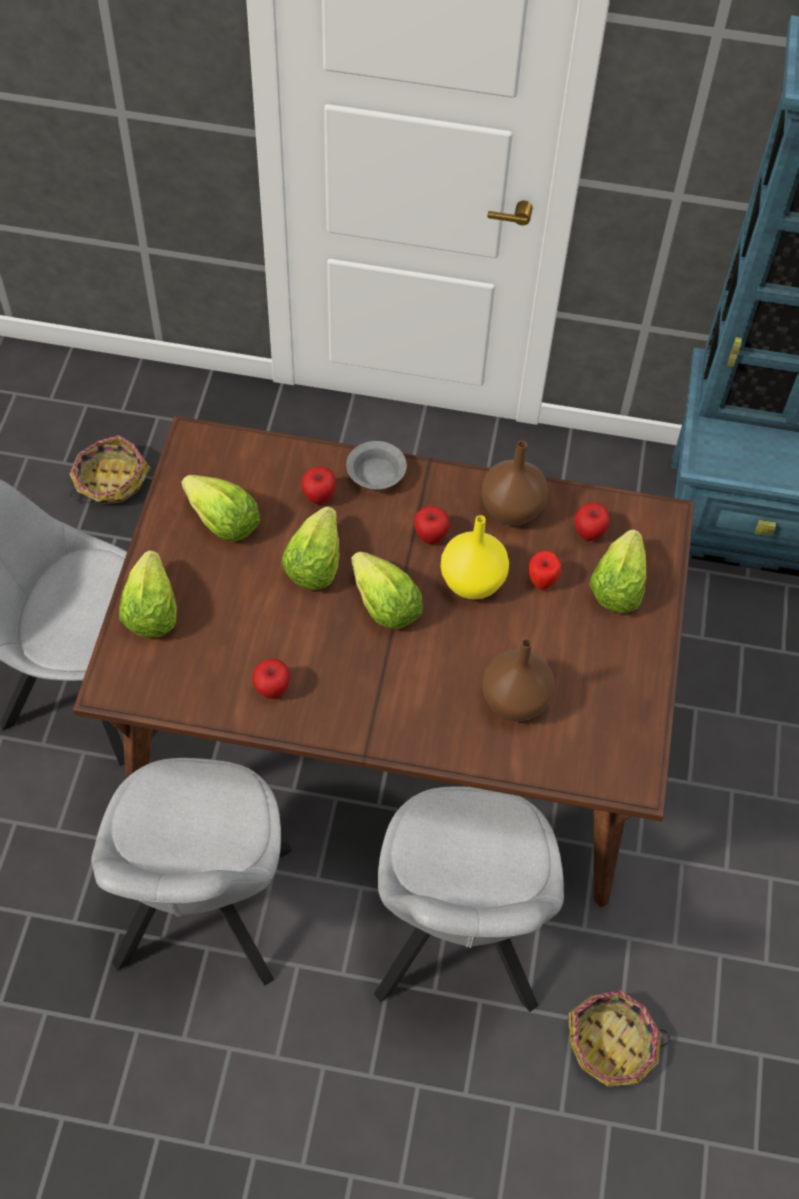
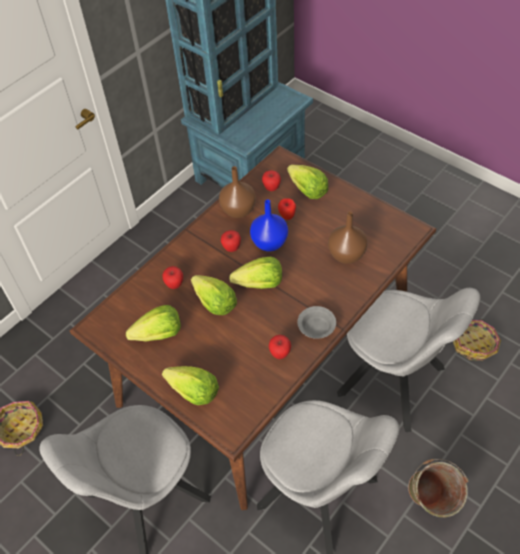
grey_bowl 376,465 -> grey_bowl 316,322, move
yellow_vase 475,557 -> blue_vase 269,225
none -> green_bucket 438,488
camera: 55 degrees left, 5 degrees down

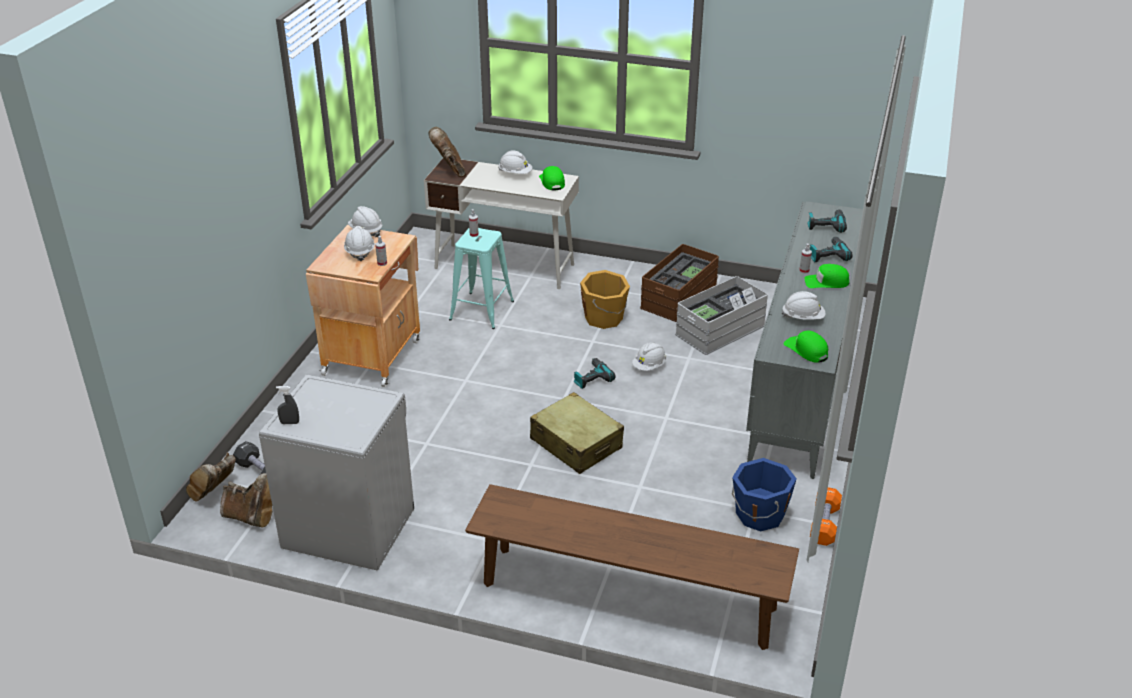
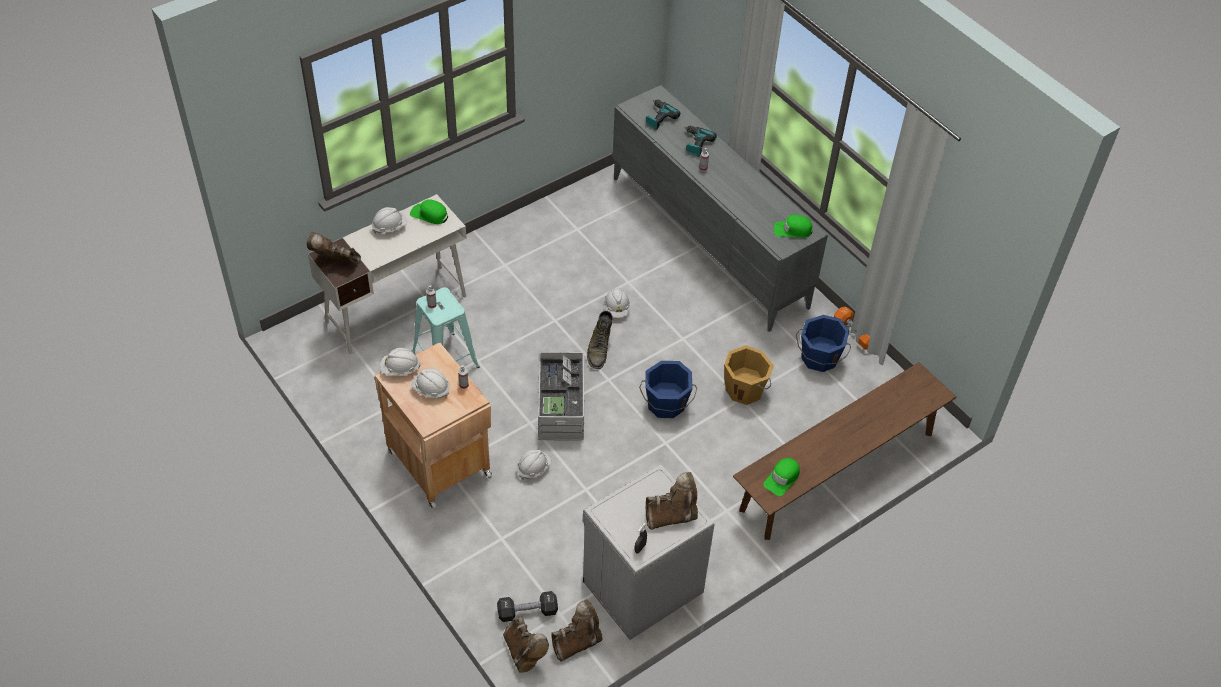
beige_suitcase 577,433 -> blue_bucket 668,389
power_drill 595,373 -> green_boot 600,340
orange_bucket 605,299 -> orange_bucket 749,375, move
brown_storage_box 679,283 -> none
grey_storage_box 721,315 -> grey_storage_box 560,396, move
white_hard_hat 804,305 -> white_hard_hat 534,465, move
green_cap 827,276 -> green_cap 781,477, move
none -> brown_boot 671,501
camera: 55 degrees left, 15 degrees up

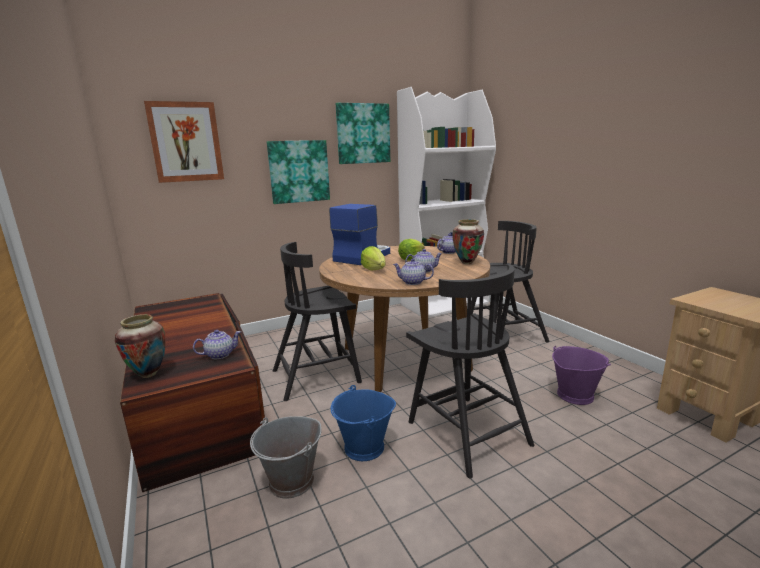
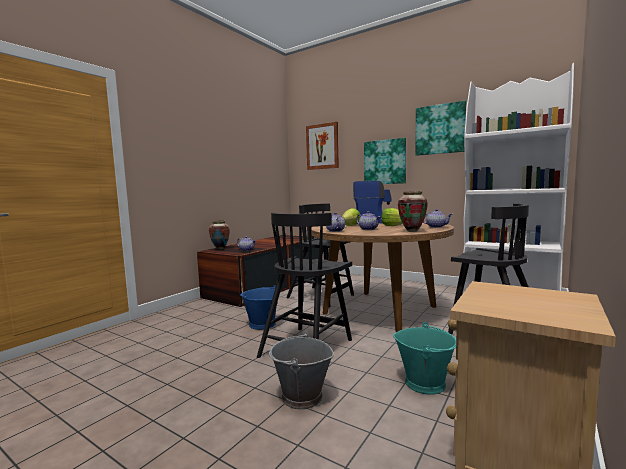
grey_bucket 286,457 -> grey_bucket 301,370, move
purple_bucket 581,375 -> turquoise_bucket 424,358
camera: 60 degrees right, 10 degrees down

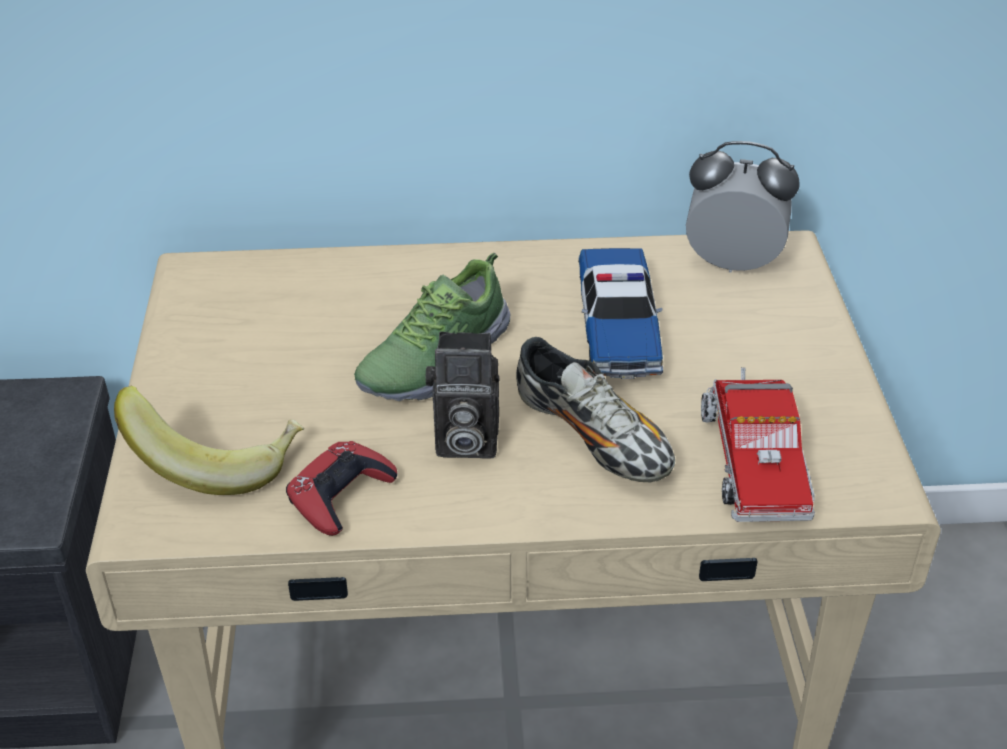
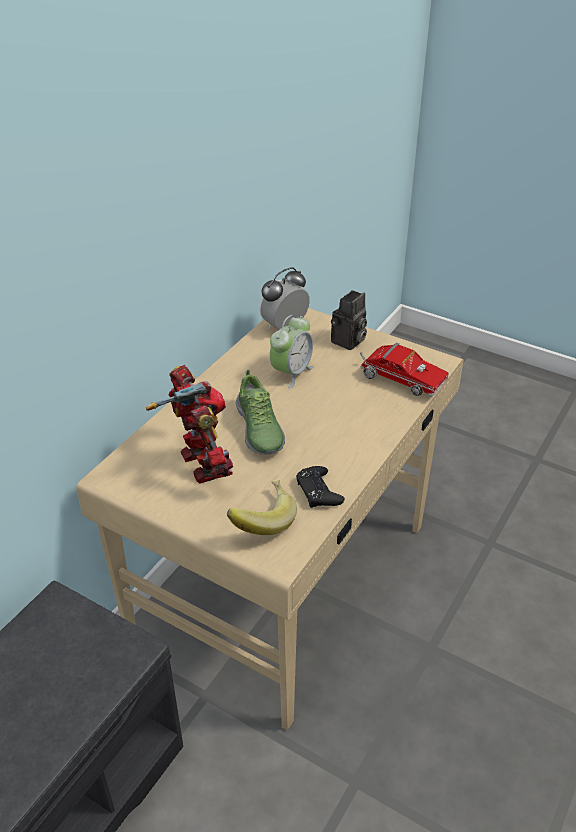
red_game_controller 342,488 -> black_game_controller 320,487
photo_camera 462,395 -> photo_camera 349,320, move
shoe 595,409 -> none
toy_car 620,313 -> alarm_clock 292,352
none -> toy_robot 189,424
camera: 55 degrees left, 0 degrees up

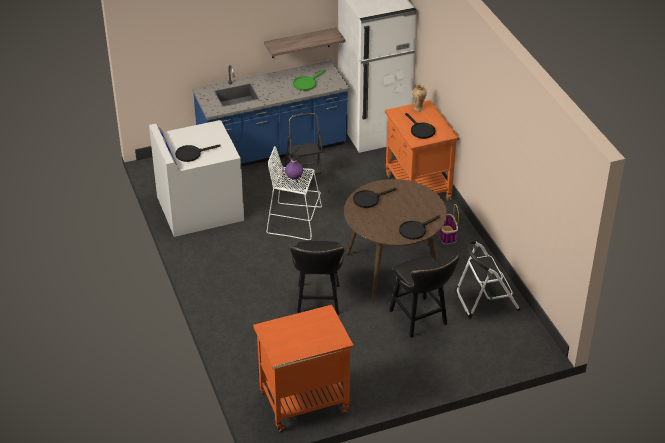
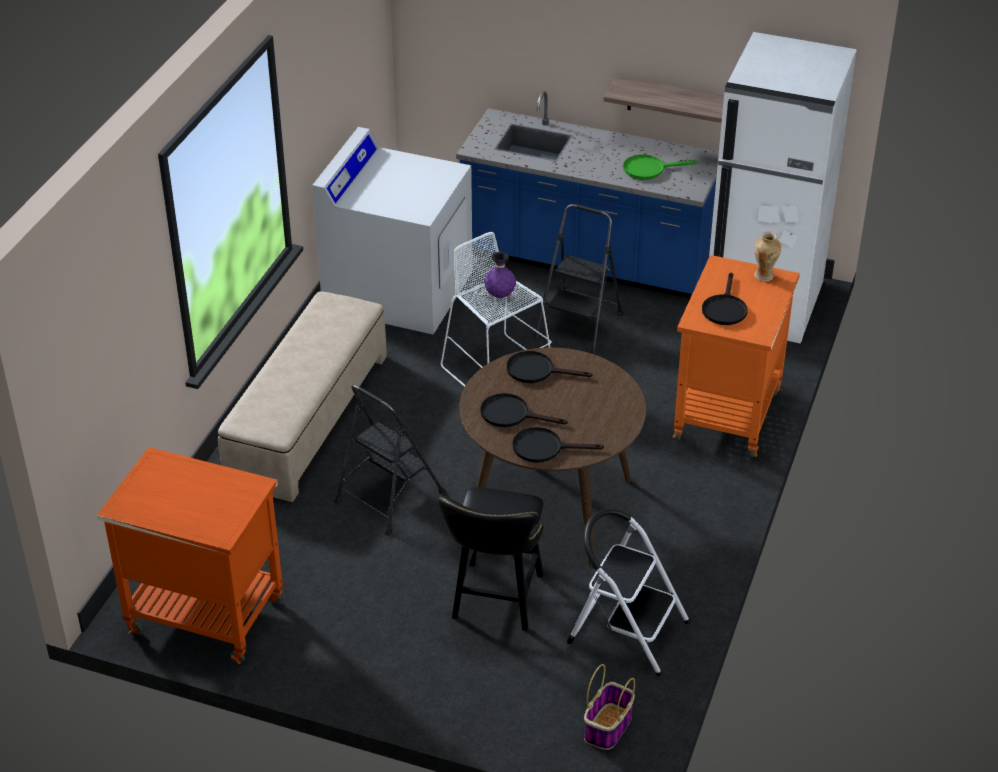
black_frying_pan 197,153 -> black_frying_pan 524,410, move
black_stool 317,278 -> black_step_ladder 390,460
basket 448,224 -> basket 609,707, move
none -> beige_bench 302,396
camera: 40 degrees right, 0 degrees up

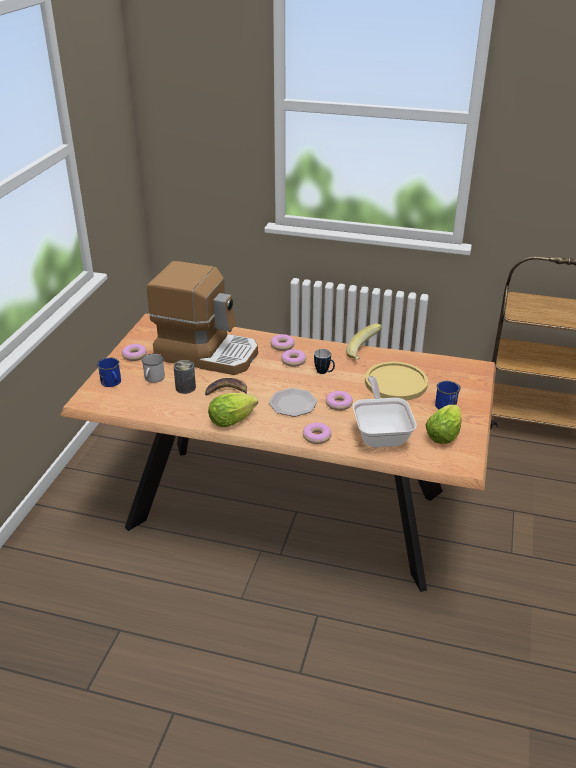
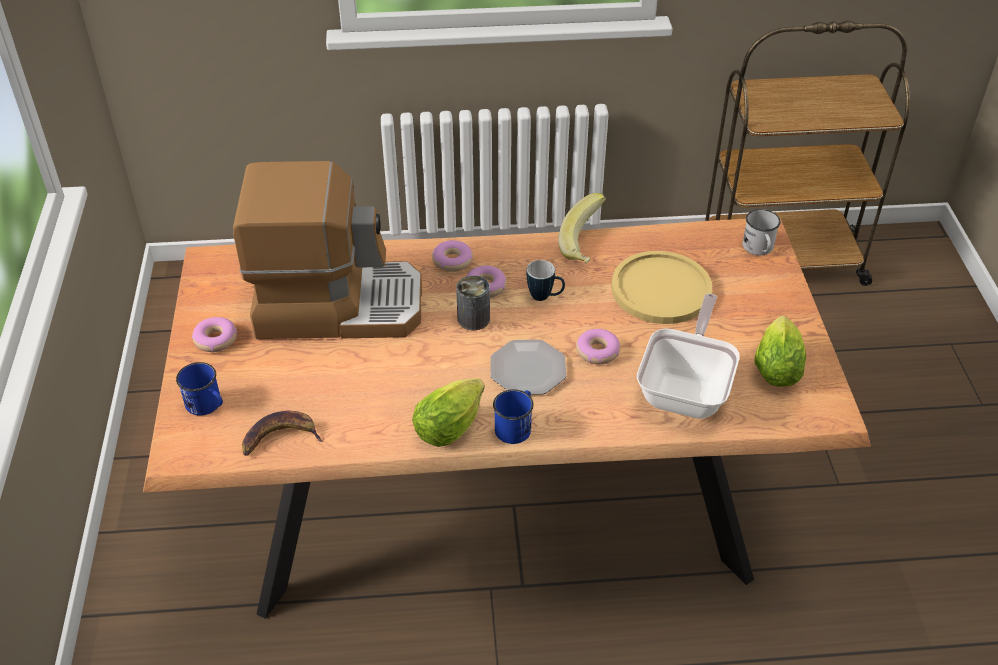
white_mug 153,368 -> white_mug 762,232, move
can 184,377 -> can 473,302, move
banana 226,386 -> banana 282,433, move
donut 317,433 -> none
frying_pan 385,412 -> frying_pan 688,356, 45 degrees clockwise
blue_mug 448,395 -> blue_mug 513,416, move
camera: 20 degrees left, 10 degrees up

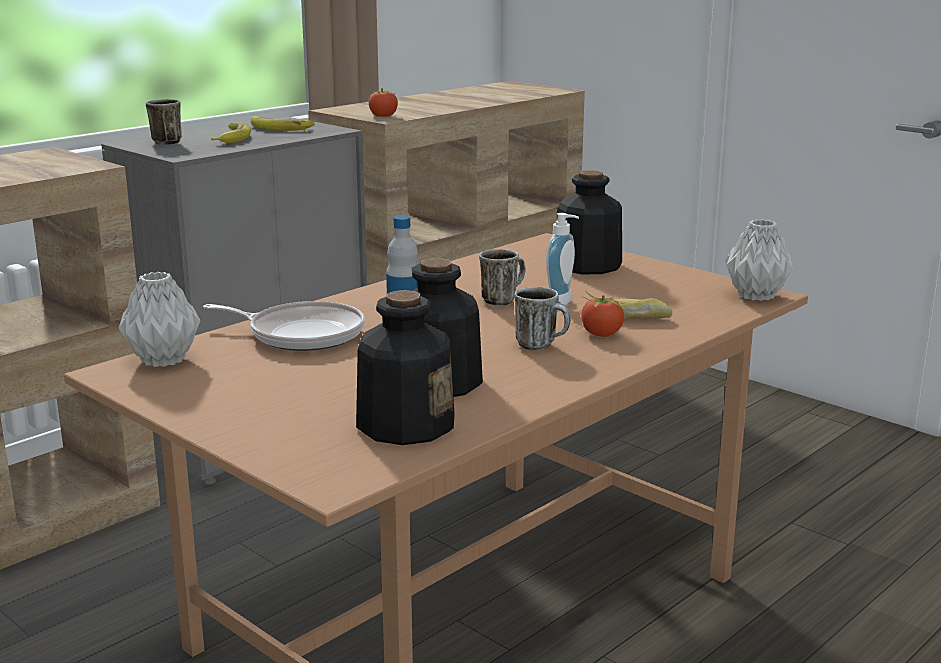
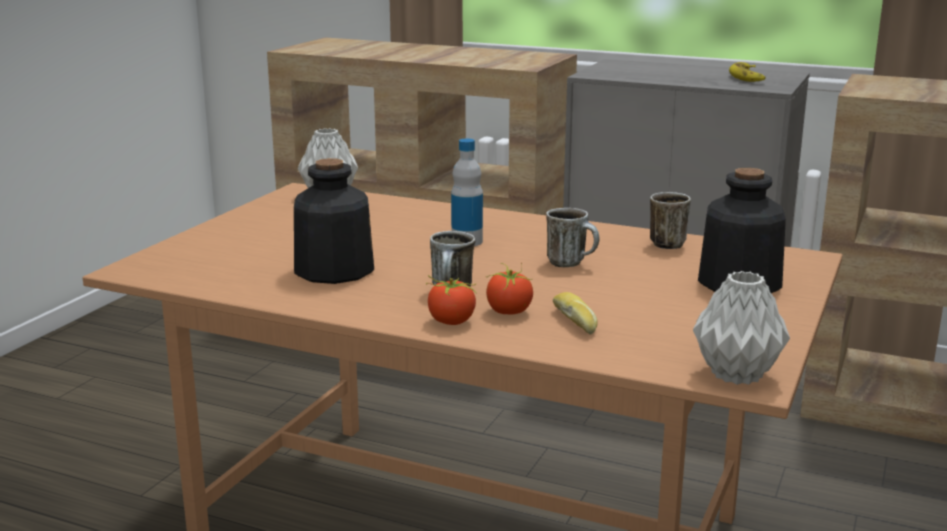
mug 164,122 -> mug 670,220, move
frying_pan 284,326 -> none
banana 231,132 -> none
bottle 405,367 -> none
tomato 383,102 -> tomato 451,300, move
soap_dispenser 562,259 -> none
camera: 70 degrees right, 0 degrees up

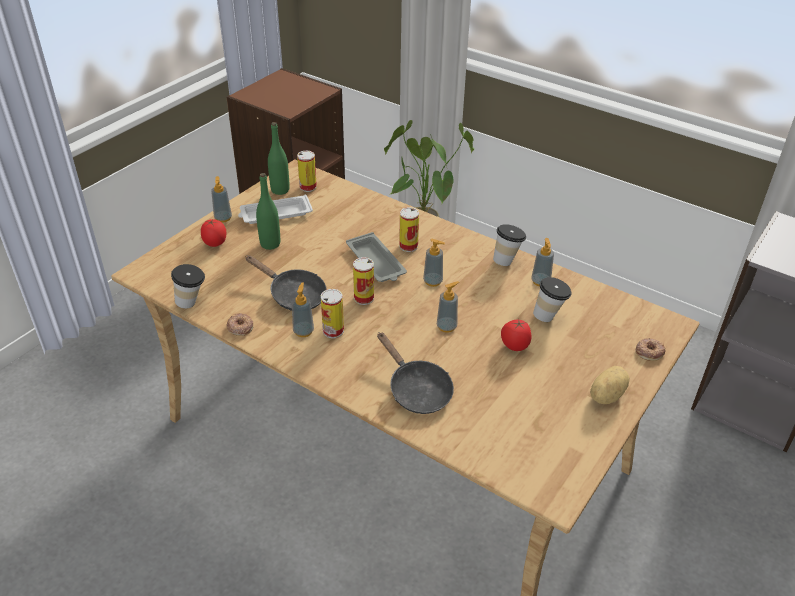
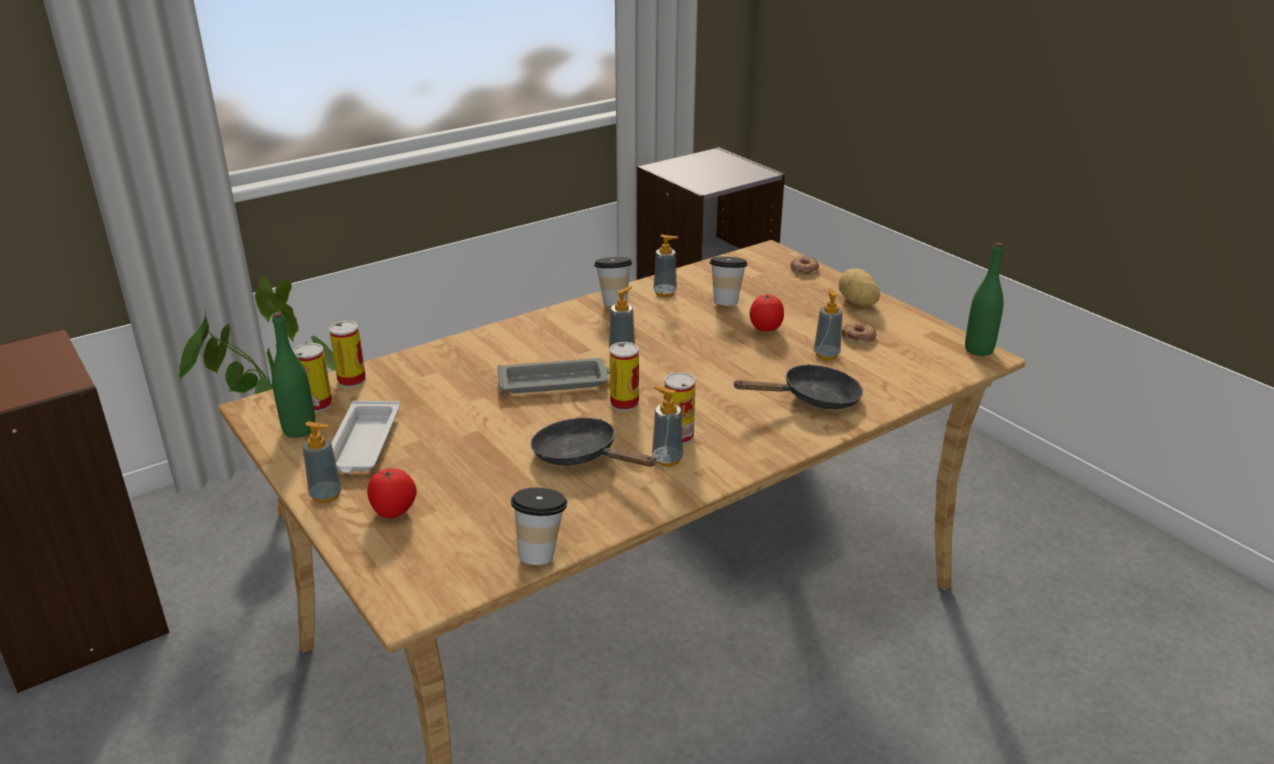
donut 240,324 -> donut 859,333, move
black_frying_pan 286,283 -> black_frying_pan 594,442, 105 degrees counterclockwise
green_bottle 268,211 -> green_bottle 984,299, move
can 409,229 -> can 347,354, move
soap_dispenser 448,307 -> soap_dispenser 828,323, move
camera: 70 degrees left, 10 degrees down

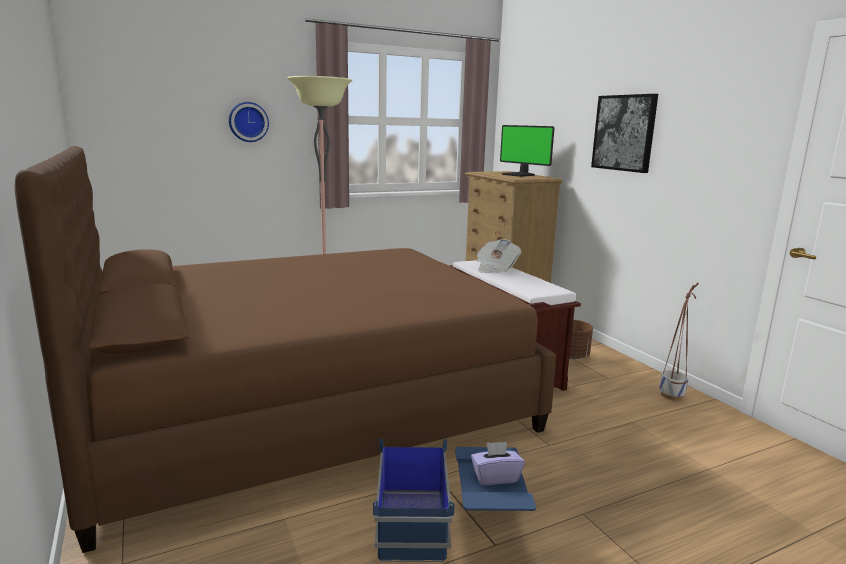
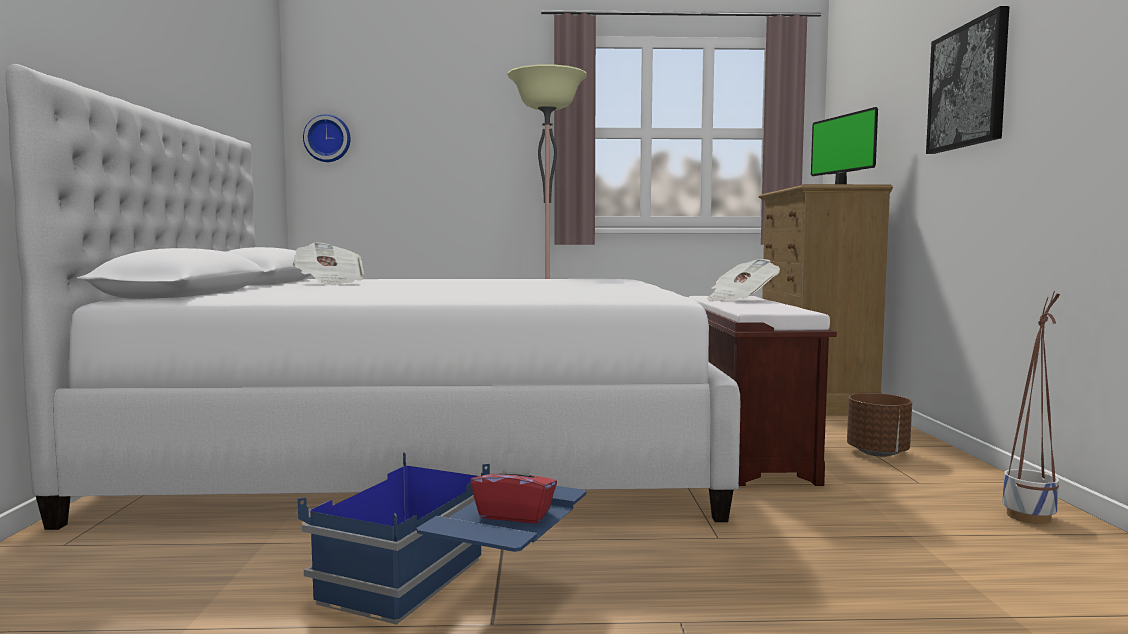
brown_bed 285,349 -> white_bed 372,297
wall_clock 249,122 -> wall_clock 327,138, move
purple_tissue_box 498,463 -> red_tissue_box 513,487
none -> newspaper 328,264
camera: 25 degrees right, 10 degrees down

